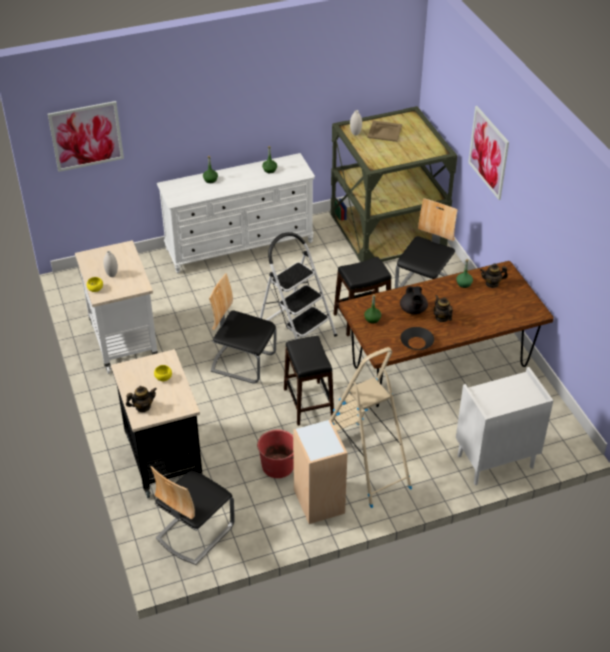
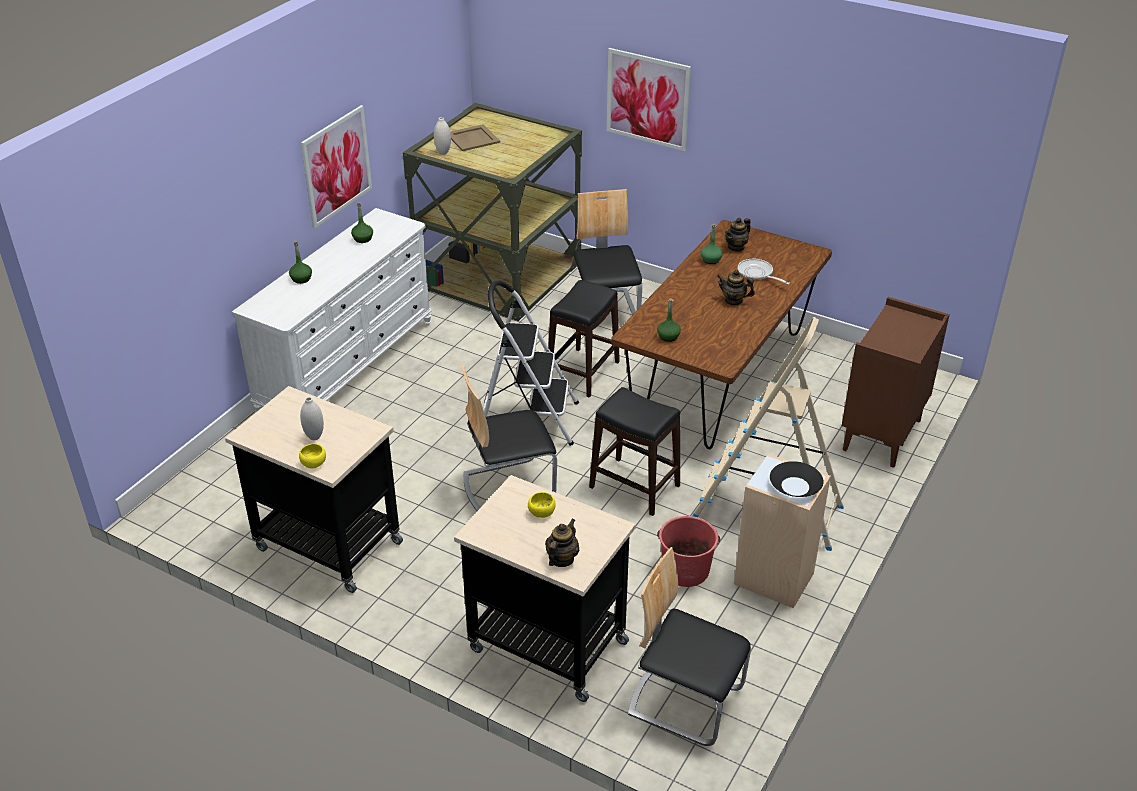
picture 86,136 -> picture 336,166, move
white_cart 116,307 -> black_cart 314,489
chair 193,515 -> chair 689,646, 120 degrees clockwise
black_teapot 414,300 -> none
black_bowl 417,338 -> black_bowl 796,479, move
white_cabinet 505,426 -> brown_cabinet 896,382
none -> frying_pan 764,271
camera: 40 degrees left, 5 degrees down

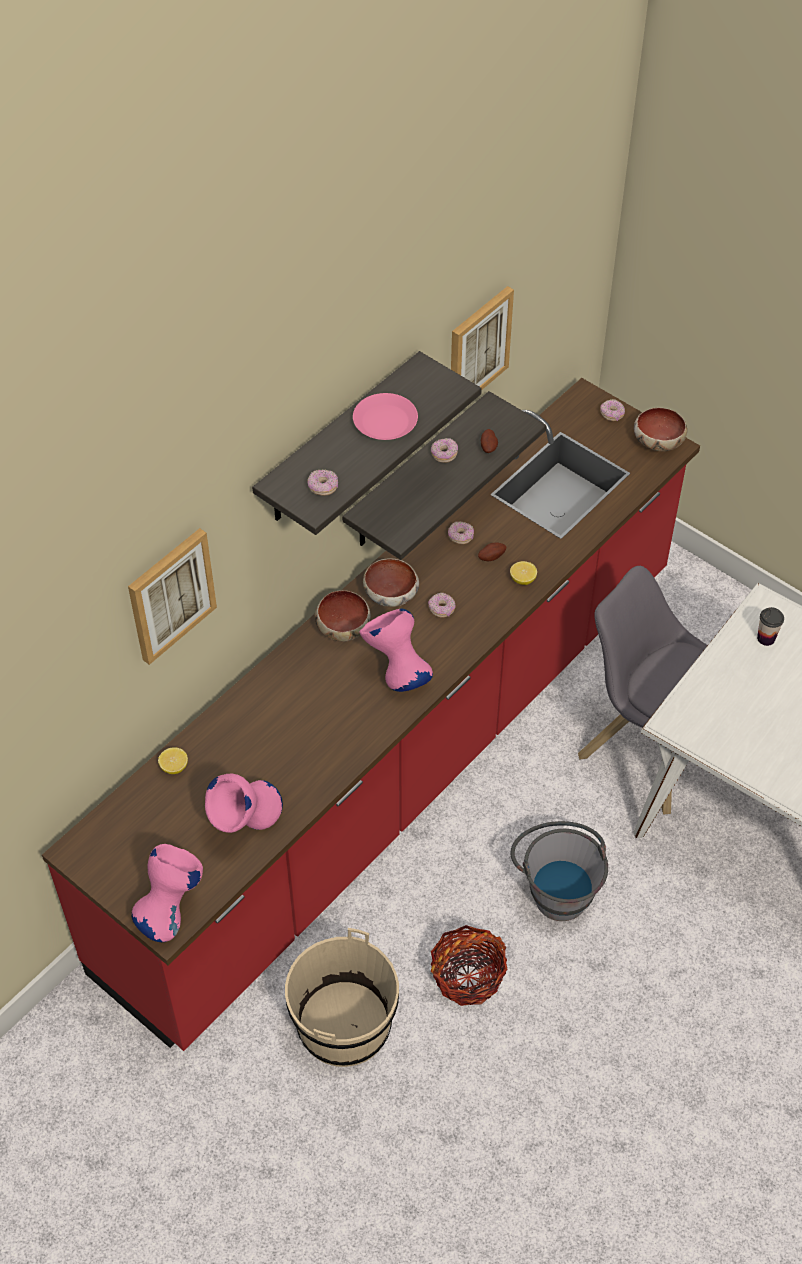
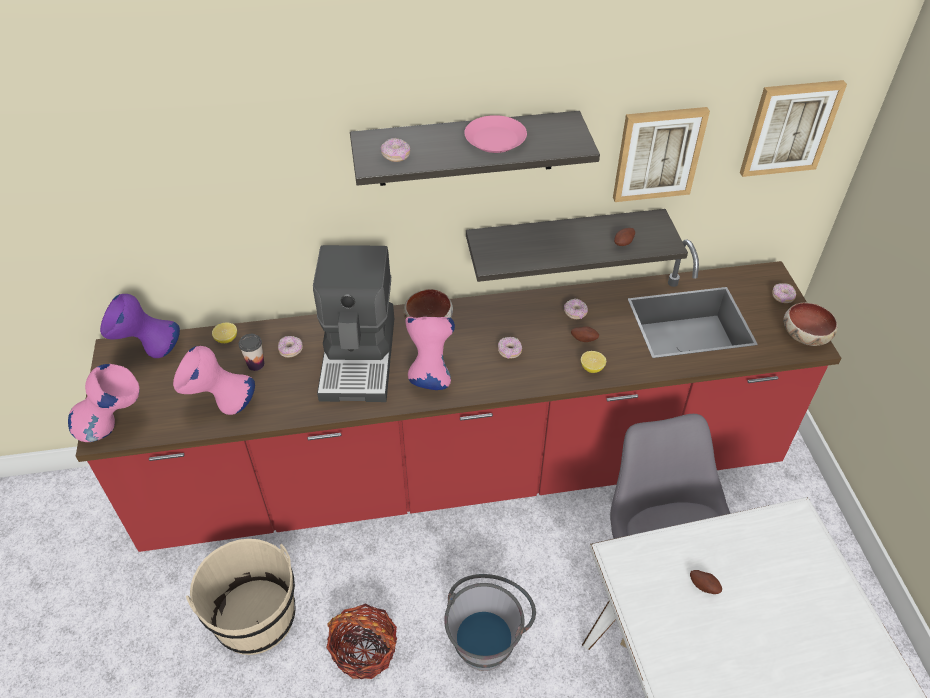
picture 172,596 -> picture 793,128, move
bowl 391,582 -> none
donut 444,450 -> donut 290,347, move
cup 770,626 -> cup 251,352, move
none -> purple_vase 140,326
none -> coffee_machine 353,323
none -> potato 706,582
camera: 40 degrees right, 5 degrees down

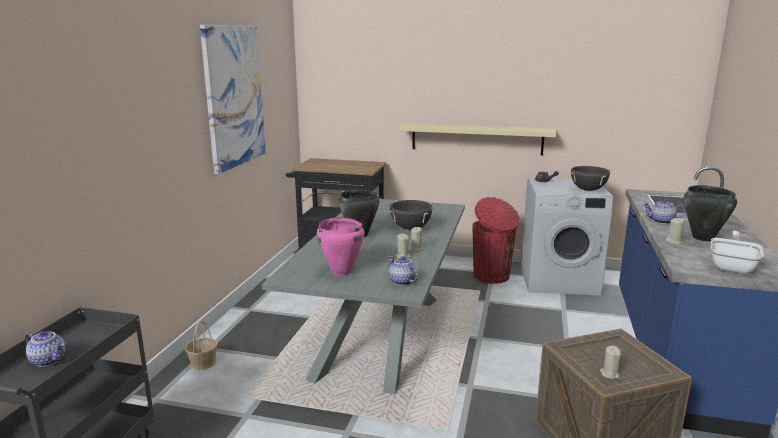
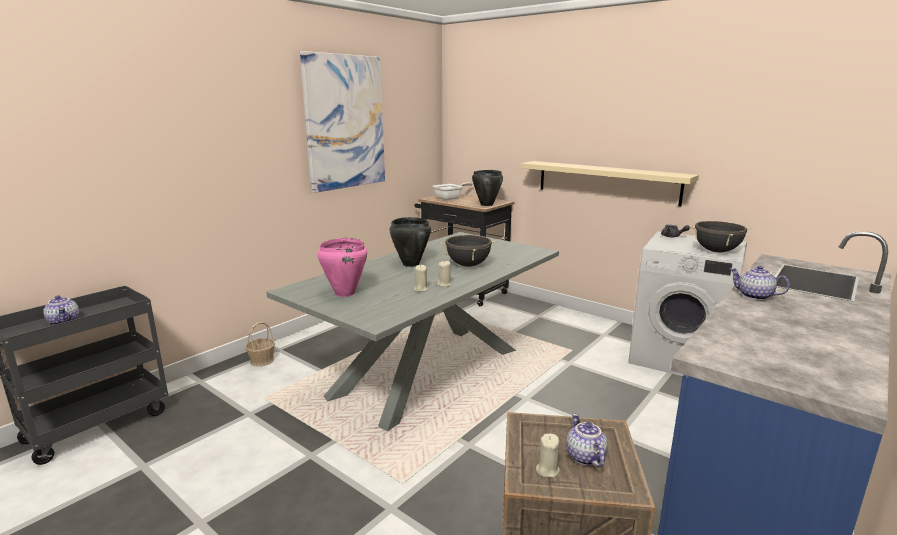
teapot 403,271 -> teapot 587,440, move
red_trash_can 496,240 -> none
beige_candle 675,231 -> none
black_cooking_pot 710,213 -> black_cooking_pot 487,188, move
frying_pan 737,252 -> frying_pan 452,191, move
camera: 25 degrees right, 0 degrees up

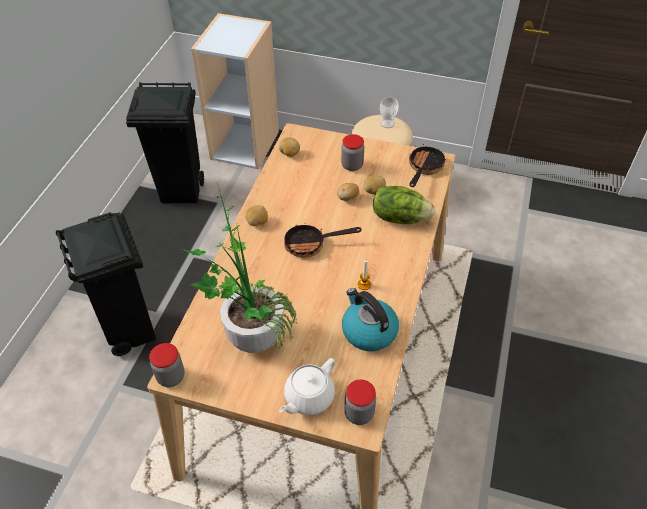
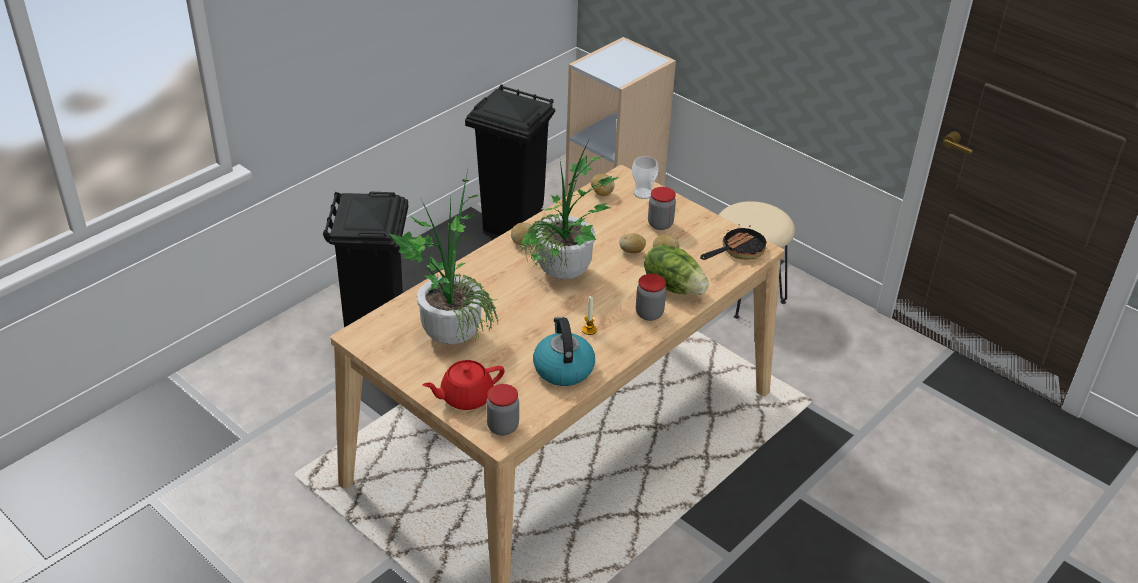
jar 167,365 -> jar 651,297, move
white_teapot 307,386 -> red_teapot 464,385
frying_pan 323,237 -> potted_plant 570,208
cup 389,112 -> cup 645,177, move
camera: 25 degrees right, 10 degrees down

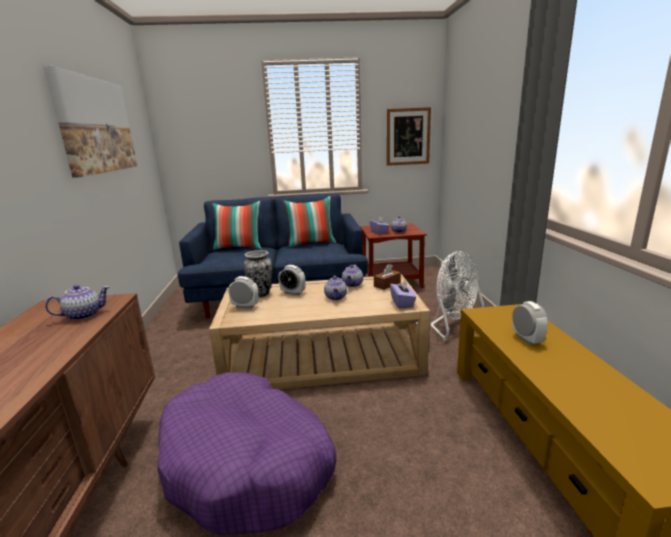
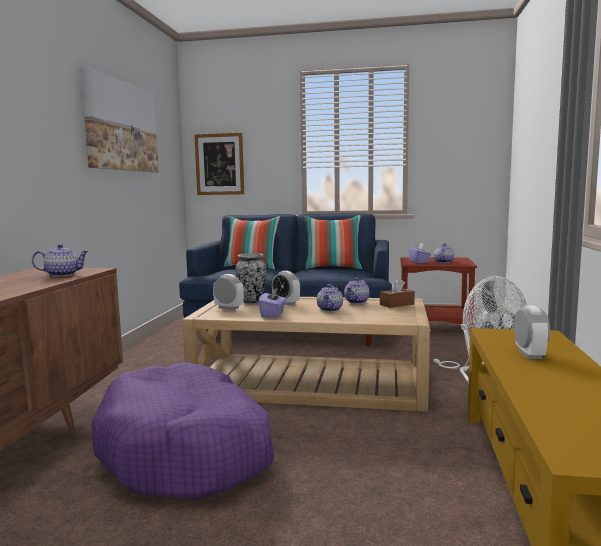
picture 409,136 -> picture 219,164, move
purple_tissue_box 403,294 -> purple_tissue_box 272,303, move
camera: 15 degrees right, 10 degrees down

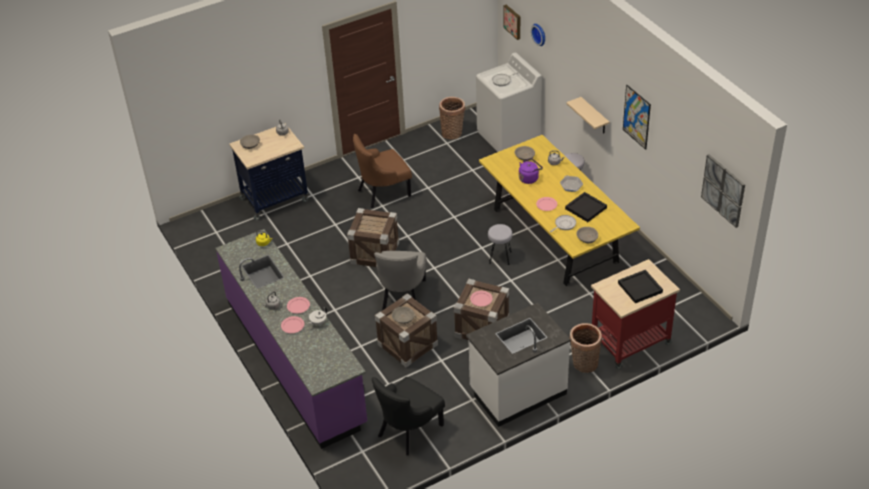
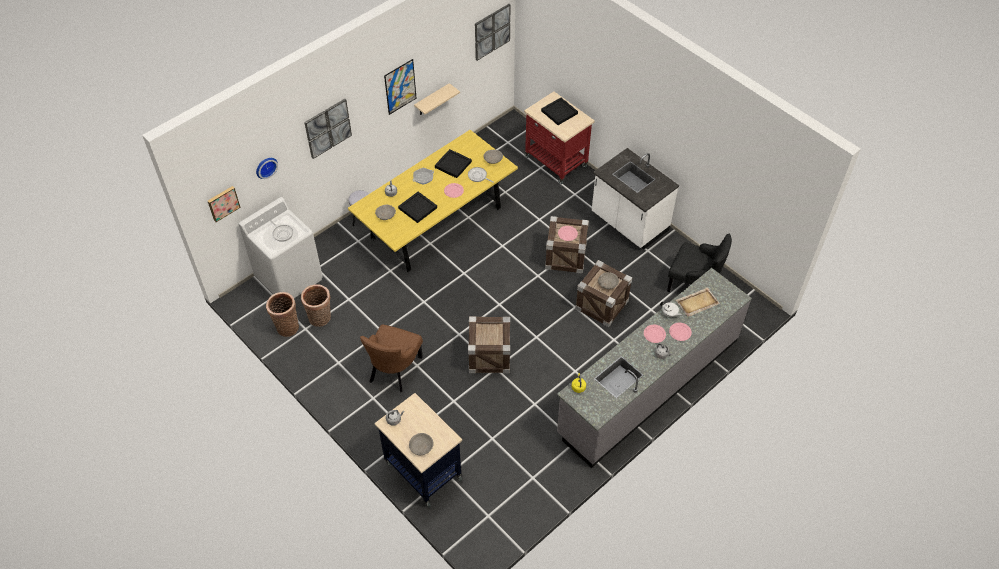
purple_counter 291,339 -> grey_counter 654,368
brown_chair 382,171 -> brown_chair 391,358, 60 degrees clockwise
grey_chair 400,280 -> none
grey_stool 500,244 -> none
purple_kettle 531,171 -> black_tray 417,207
beige_shelf 587,115 -> beige_shelf 437,99, move
basket 585,348 -> basket 316,305, move
none -> picture 328,129
none -> beige_tray 698,302
camera: 105 degrees left, 10 degrees up

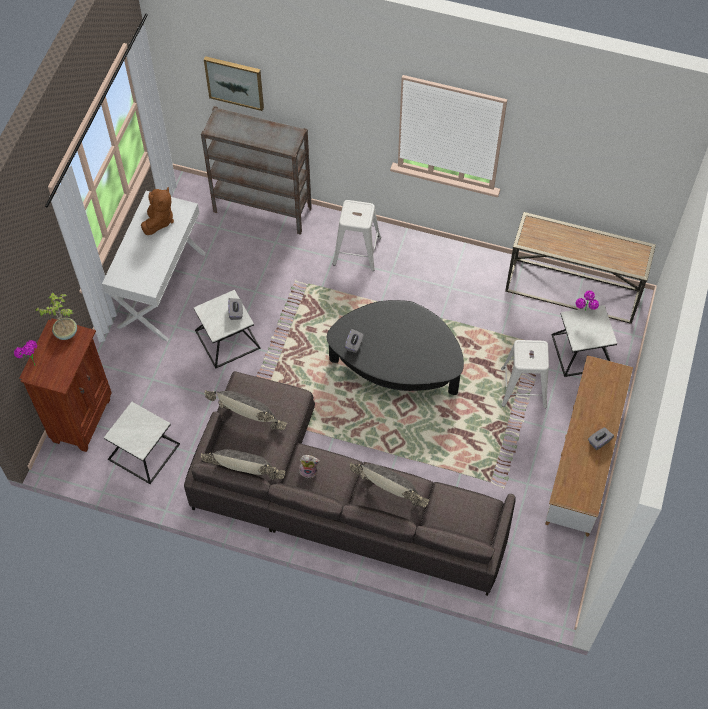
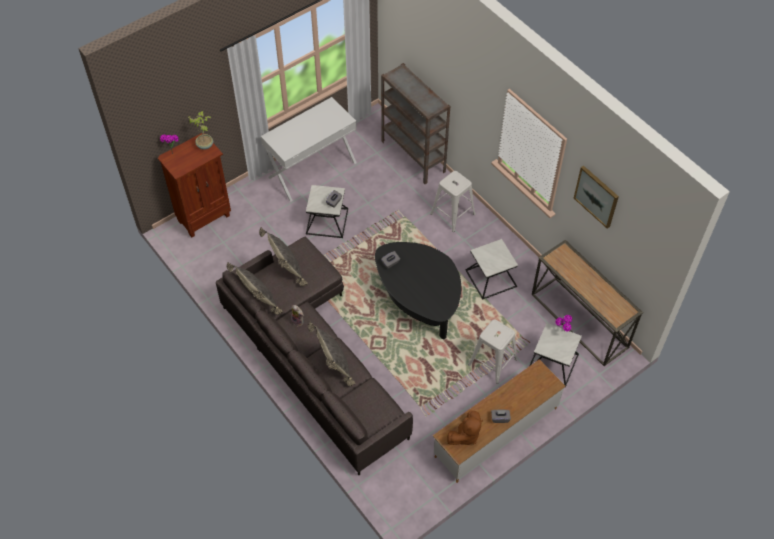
side_table 142,443 -> side_table 491,269, move
brown_plush_toy 157,211 -> brown_plush_toy 465,427, move
picture 234,83 -> picture 596,197, move
camera: 35 degrees right, 5 degrees down

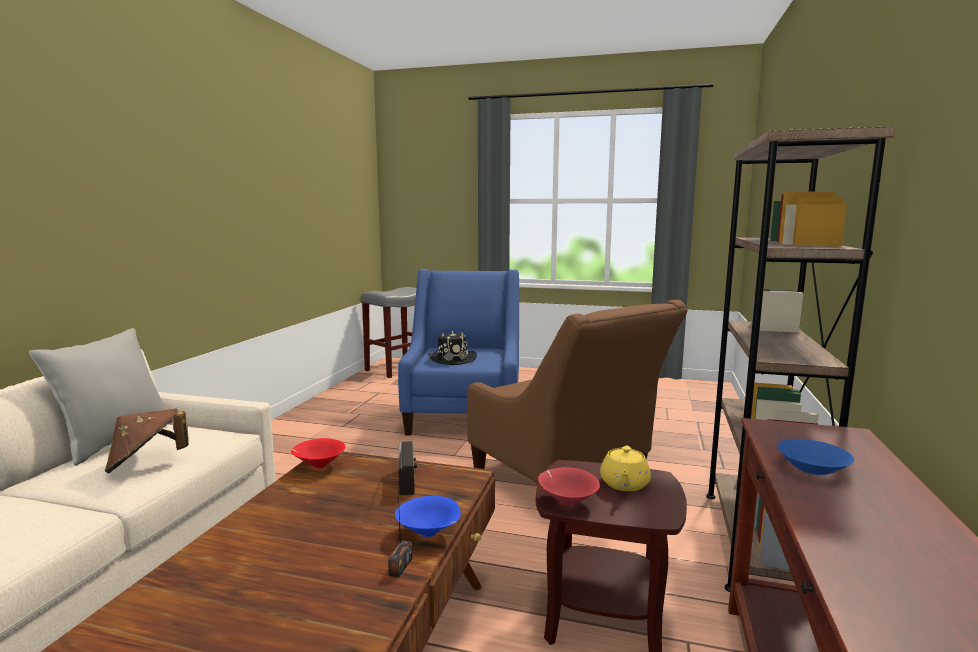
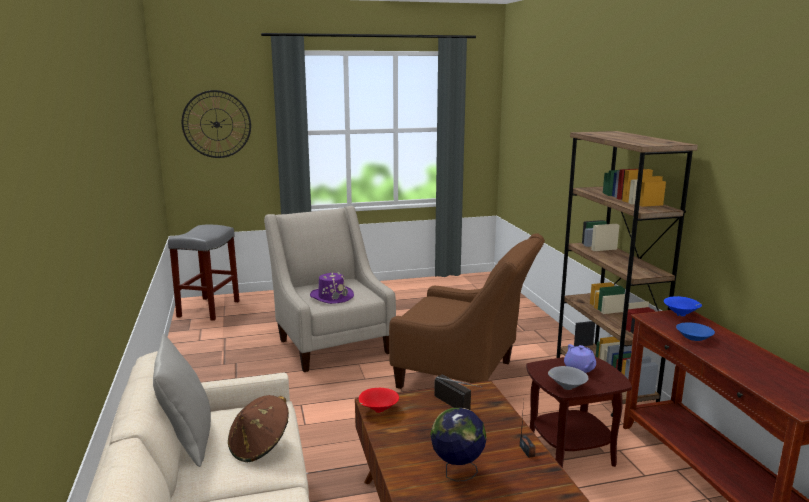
blue_bowl 428,517 -> blue_bowl 683,306, move
blue_armchair 458,352 -> beige_armchair 330,289
black_hat 452,347 -> purple_hat 332,288
red_bowl 569,486 -> grey_bowl 568,378
yellow_teapot 625,468 -> purple_teapot 580,358
none -> wall_clock 216,124
none -> globe 458,444
camera: 30 degrees left, 5 degrees up

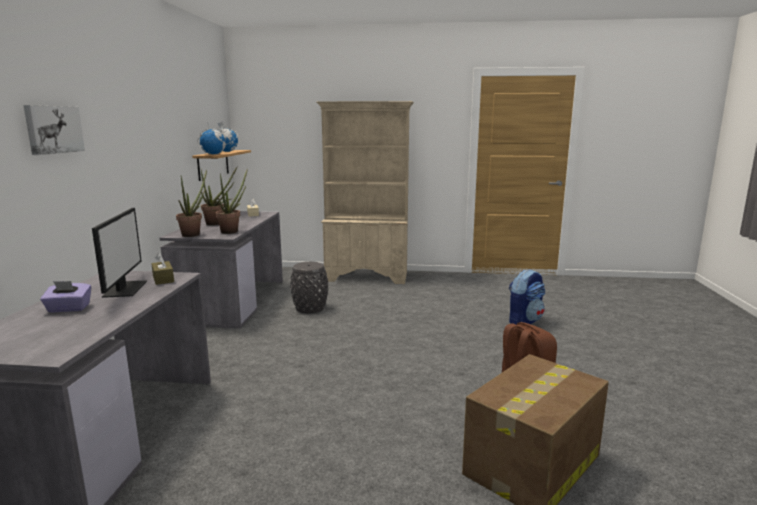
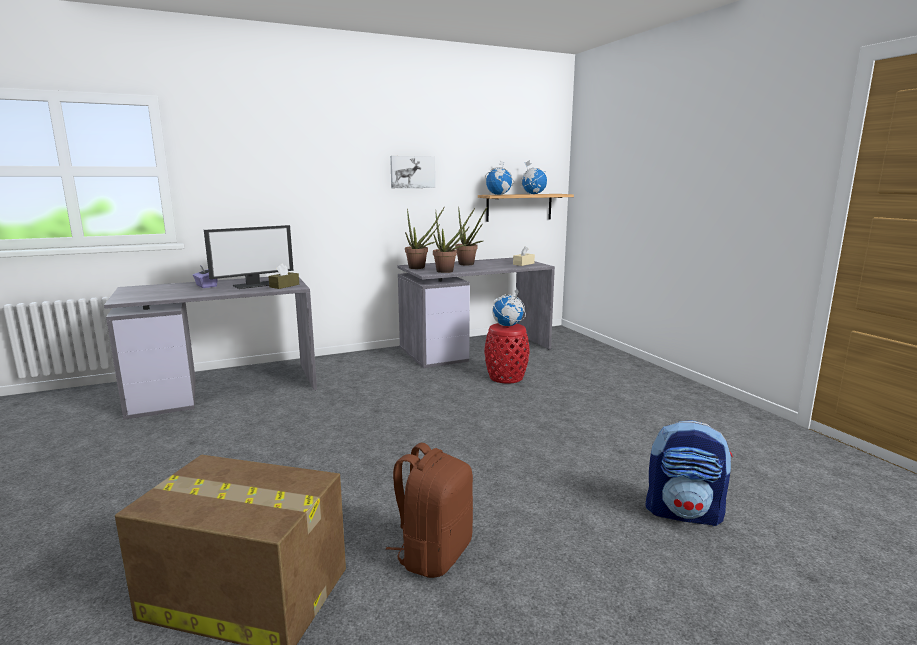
picture 54,130 -> picture 412,172, move
grey_stool 309,287 -> red_stool 507,353
beige_bookcase 365,192 -> none
none -> globe 509,306
camera: 60 degrees right, 0 degrees up

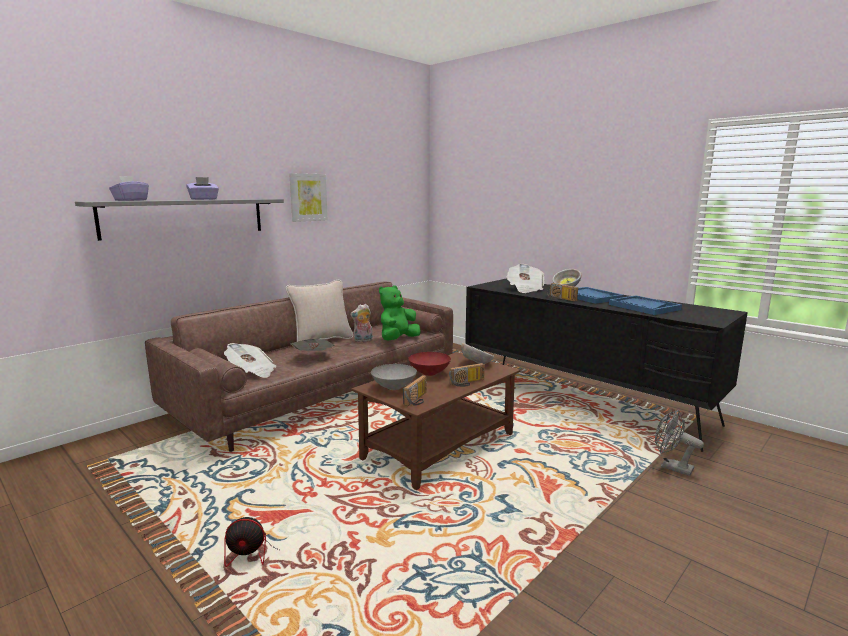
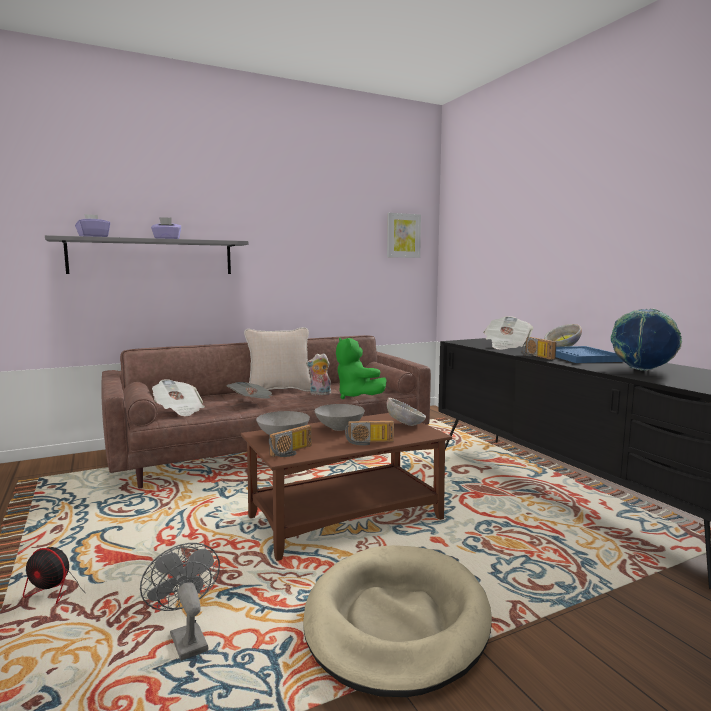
picture 308,197 -> picture 404,235, move
green_plush_toy 400,313 -> green_plush_toy 361,368, 90 degrees counterclockwise
red_bowl 429,364 -> grey_bowl 340,417
blue_tray 645,305 -> globe 646,340
grey_fan 679,443 -> grey_fan 180,602, move
none -> beige_dog_bed 397,621
camera: 20 degrees right, 5 degrees down

